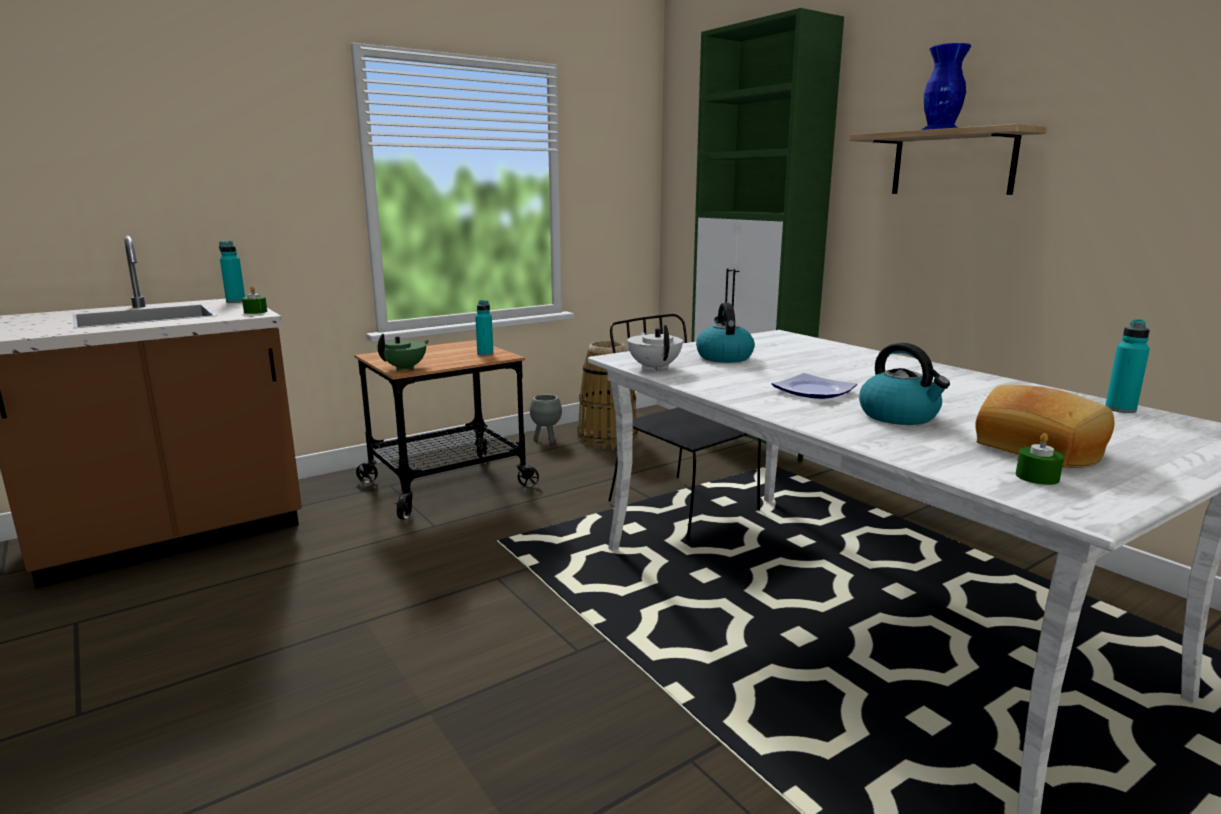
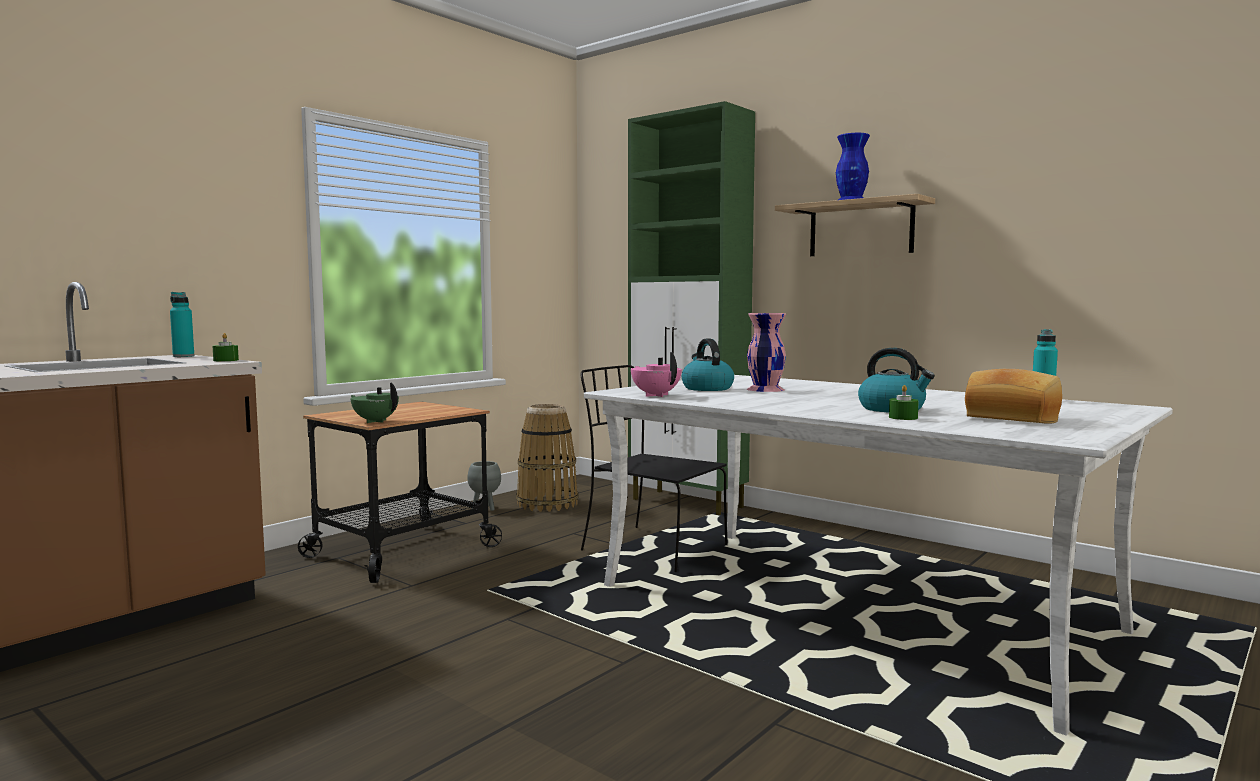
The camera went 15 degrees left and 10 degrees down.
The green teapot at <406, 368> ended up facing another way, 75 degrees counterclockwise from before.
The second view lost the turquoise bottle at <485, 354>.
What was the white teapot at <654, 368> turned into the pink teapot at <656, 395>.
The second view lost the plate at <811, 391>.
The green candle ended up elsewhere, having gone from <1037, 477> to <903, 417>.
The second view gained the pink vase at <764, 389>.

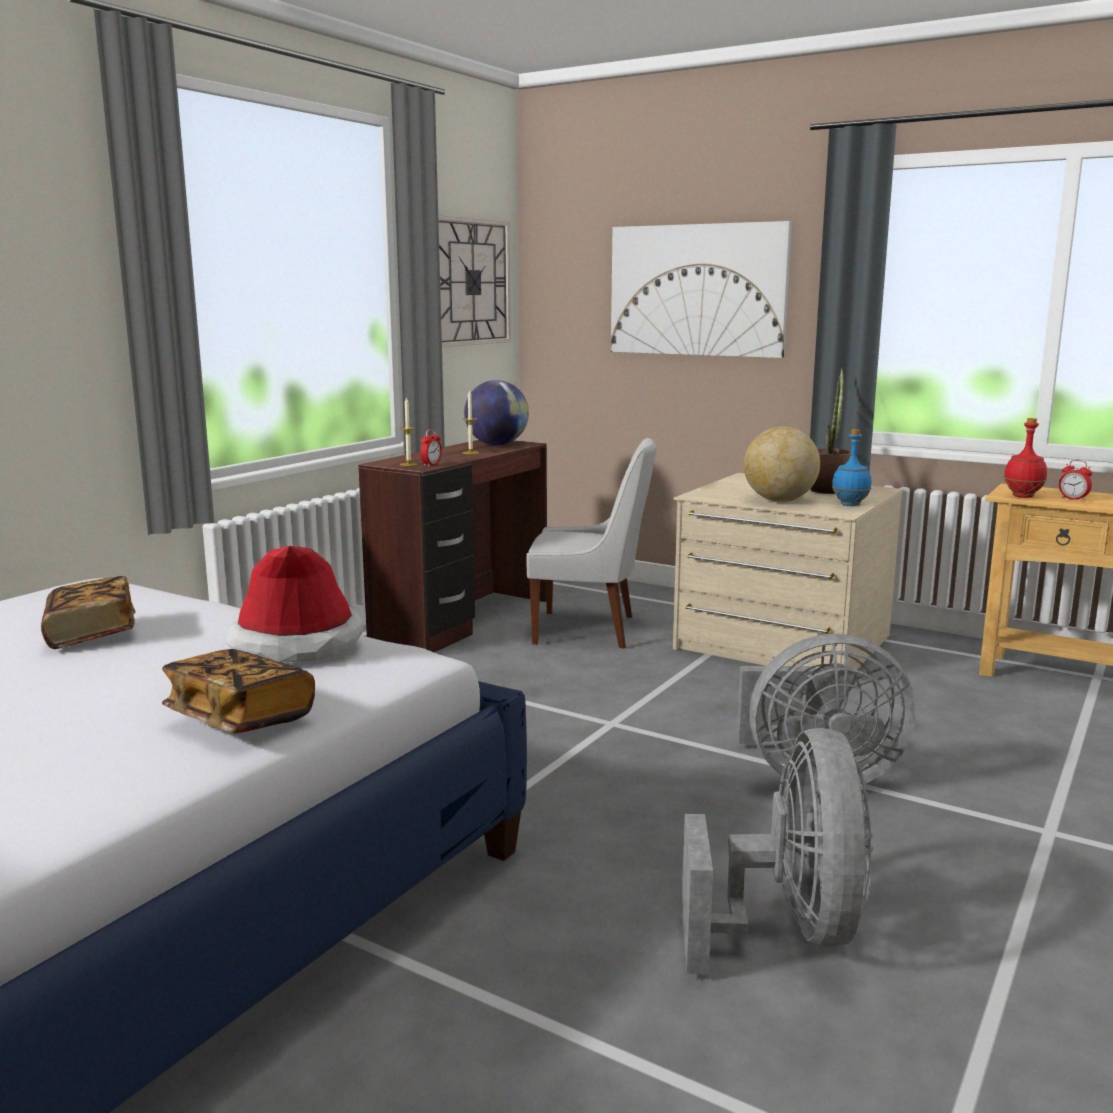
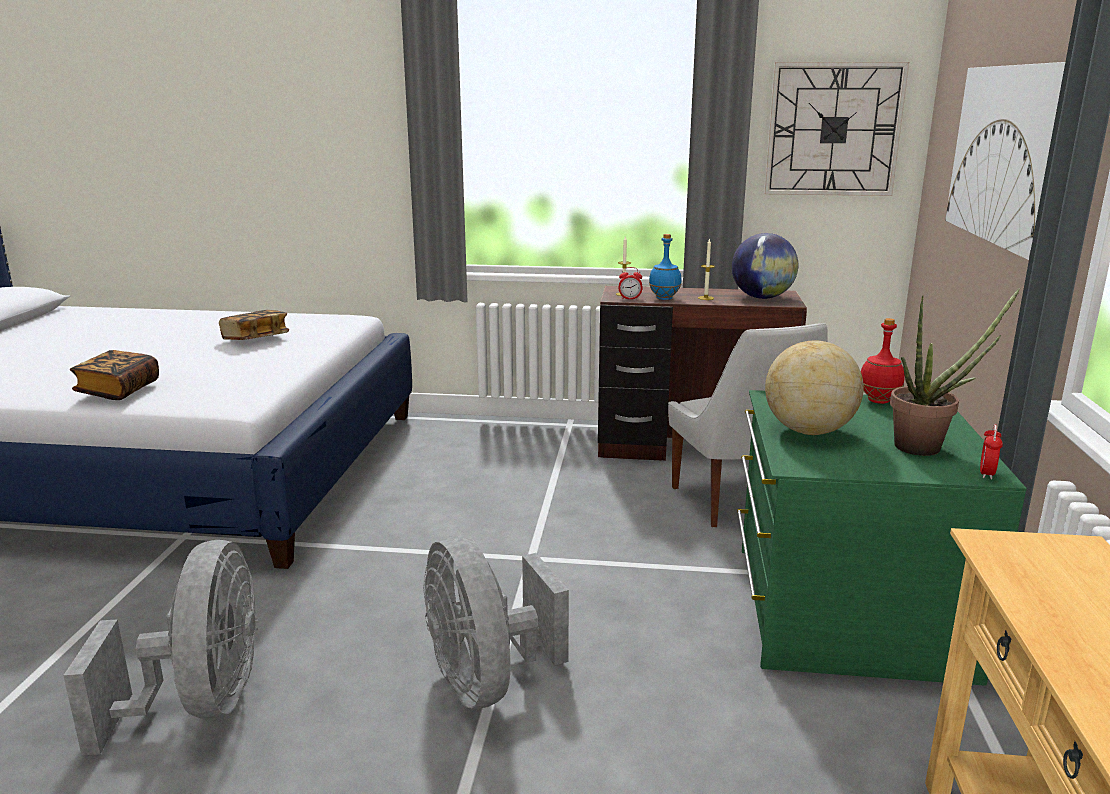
The camera went 65 degrees right and 5 degrees up.
The second view lost the hat at <297, 644>.
What was the beige dresser at <781, 643> turned into the green dresser at <843, 609>.
The grey fan at <789, 930> ended up facing another way, 75 degrees counterclockwise from before.
The blue bottle ended up elsewhere, having gone from <850, 505> to <664, 298>.
The red bottle ended up elsewhere, having gone from <1023, 496> to <879, 401>.
The alarm clock ended up elsewhere, having gone from <1073, 499> to <986, 474>.

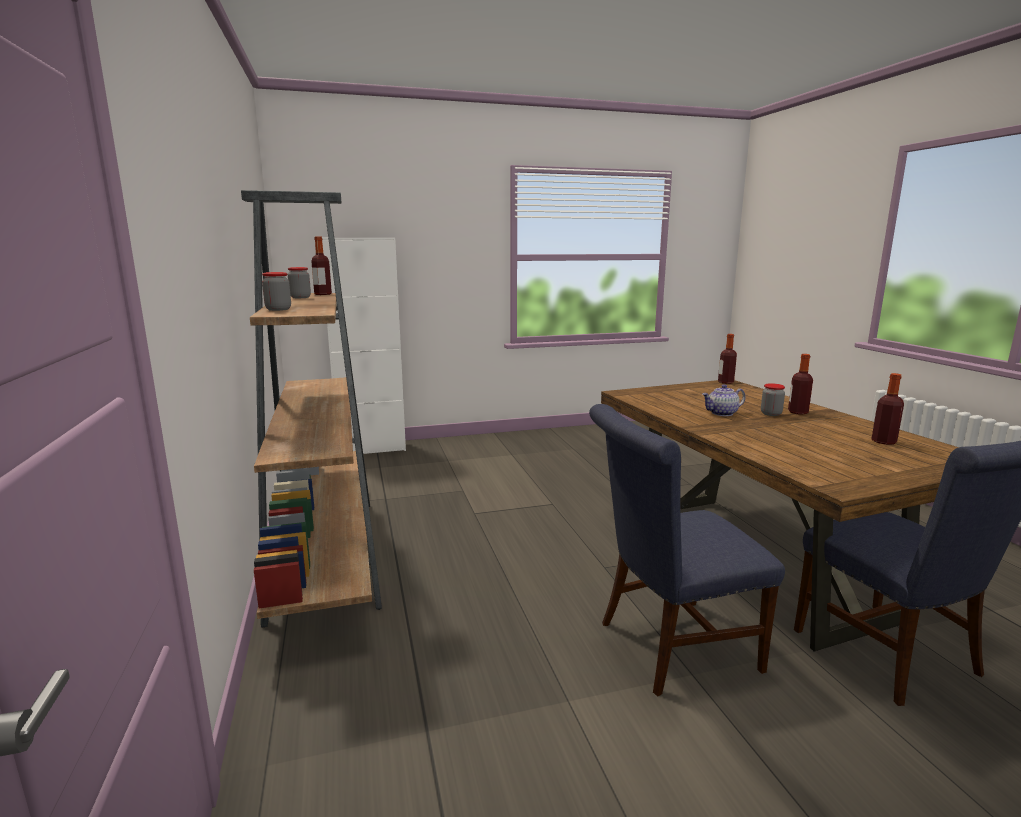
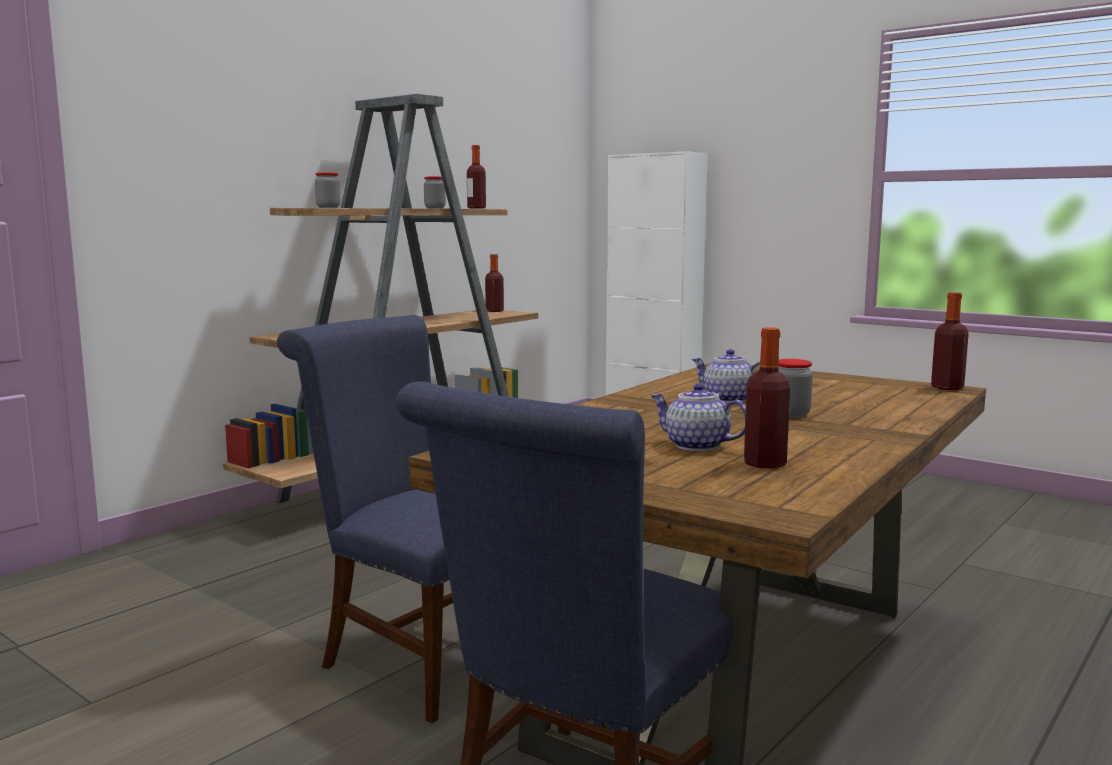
The camera went 55 degrees right and 5 degrees down.
The bottle ended up elsewhere, having gone from <797, 412> to <494, 311>.
The second view gained the teapot at <696, 446>.

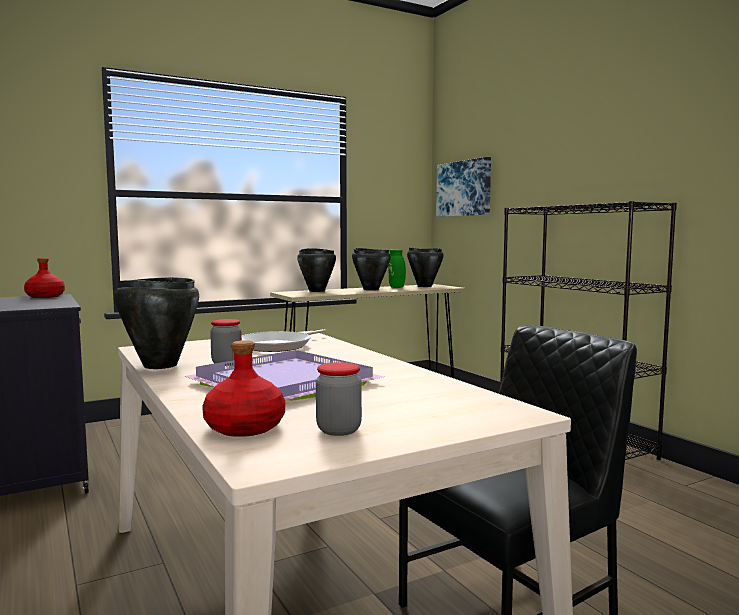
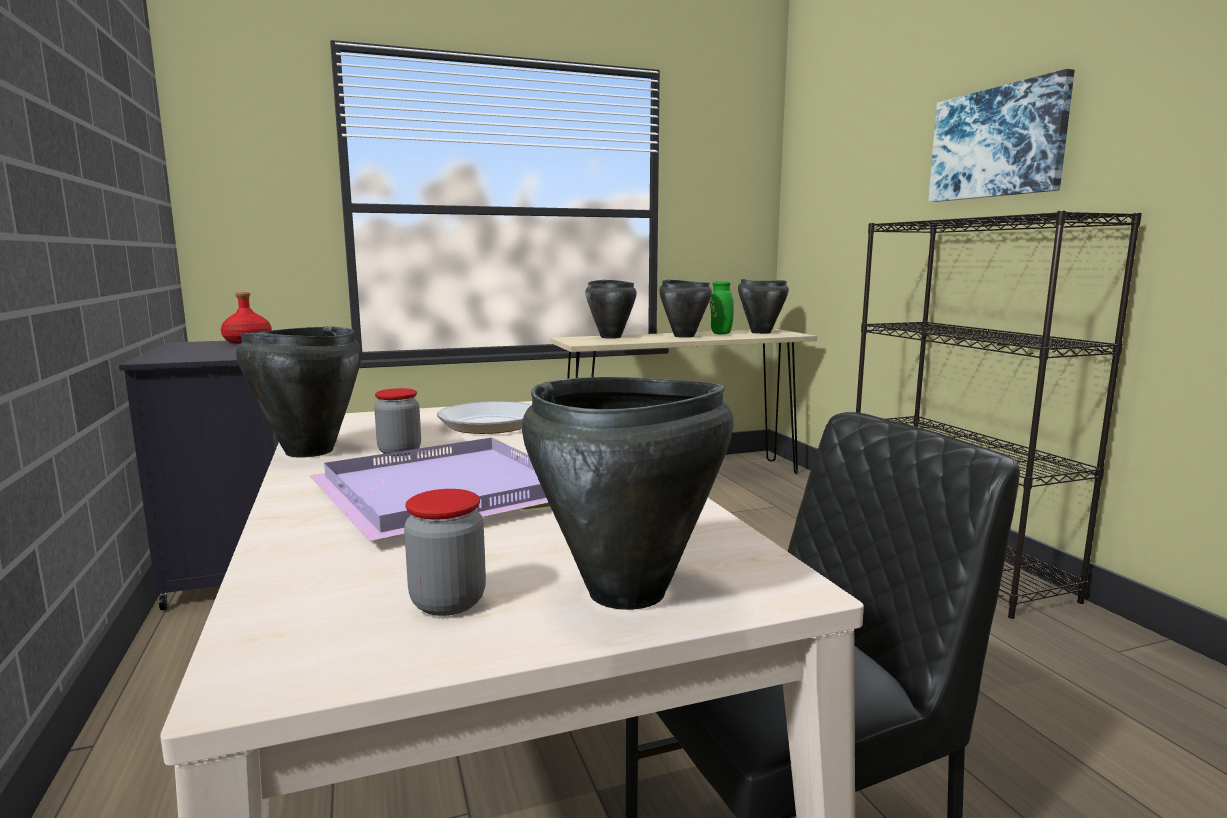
The camera went 10 degrees right and 5 degrees up.
The second view lost the red bottle at <244, 427>.
The picture ended up elsewhere, having gone from <464, 188> to <997, 143>.
The second view gained the black cooking pot at <627, 592>.

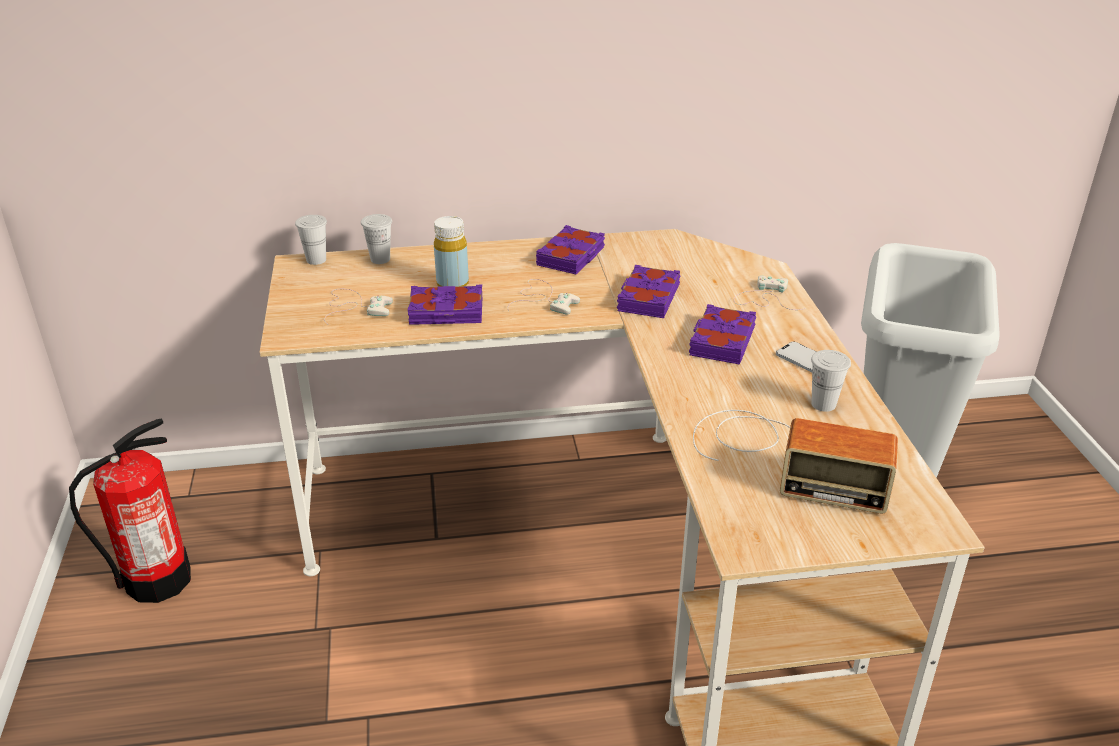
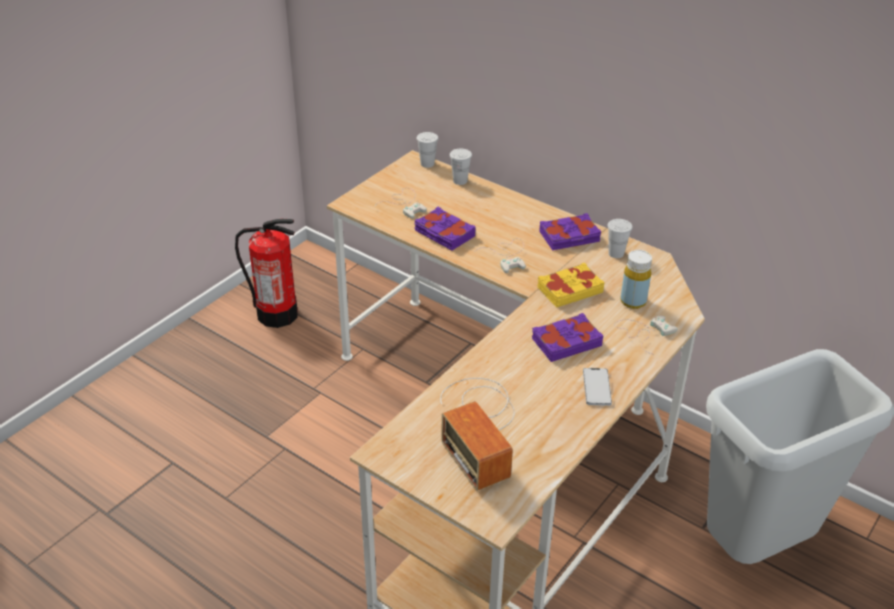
The camera went 45 degrees right and 5 degrees up.
The yellow bottle ended up elsewhere, having gone from <452, 284> to <633, 301>.
What was the purple book at <647, 298> turned into the yellow book at <569, 289>.
The white cup ended up elsewhere, having gone from <823, 404> to <616, 253>.

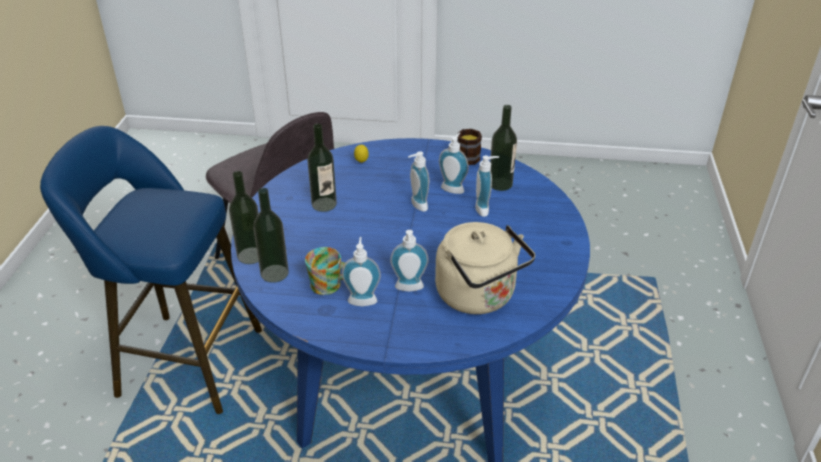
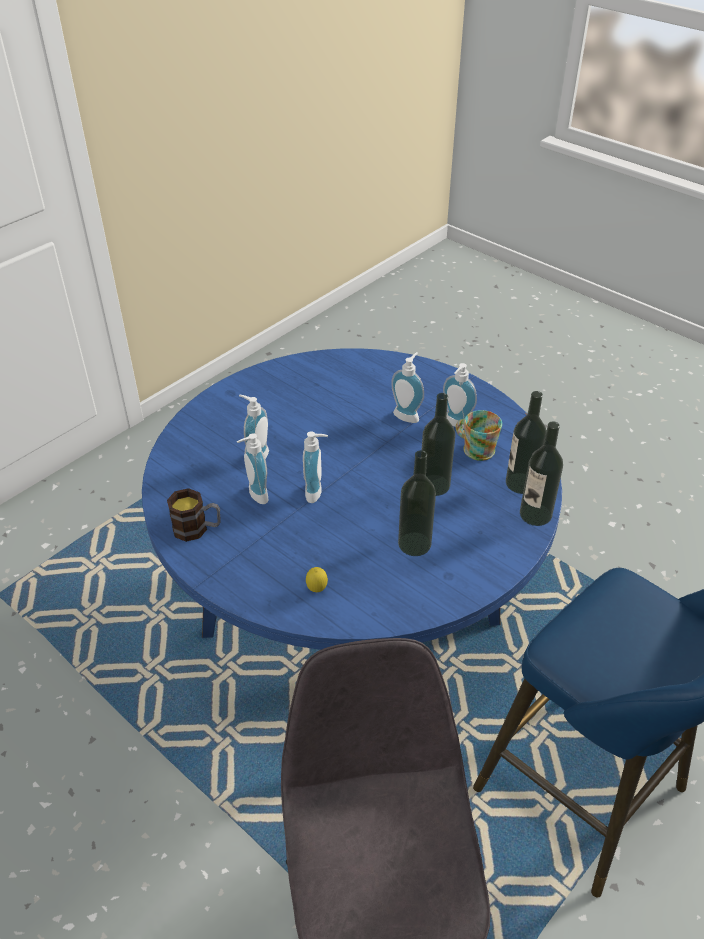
The camera went 145 degrees left and 5 degrees up.
The second view lost the beige kettle at <479, 297>.
The bottle ended up elsewhere, having gone from <500, 184> to <434, 485>.

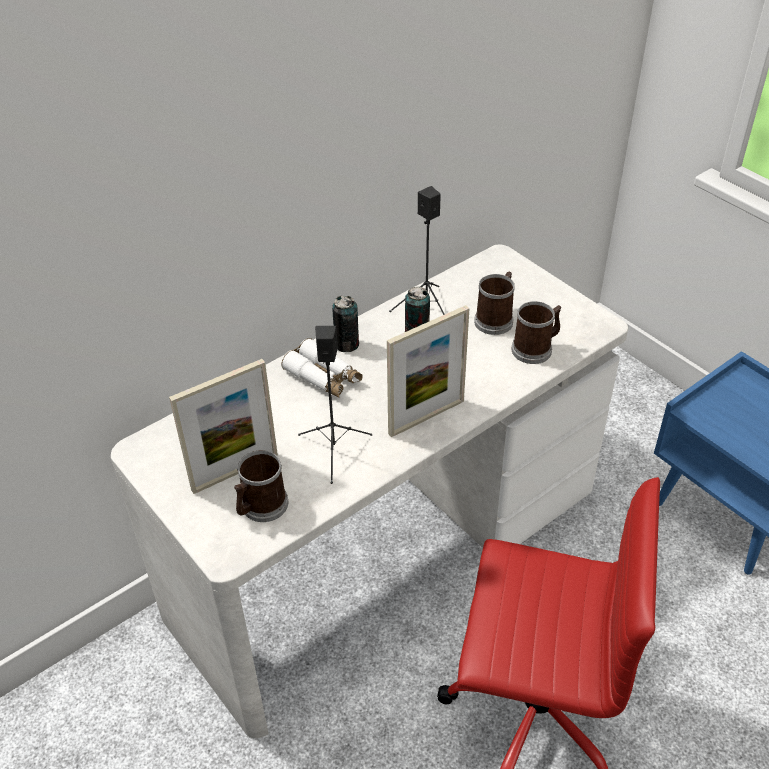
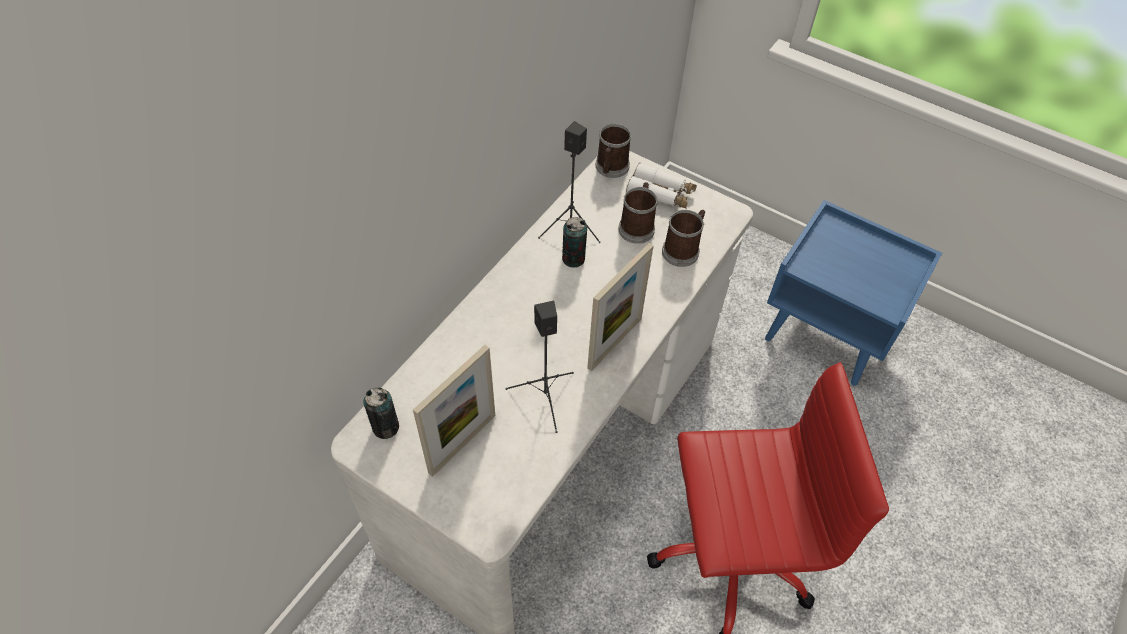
The camera went 20 degrees left and 10 degrees up.
The mug ended up elsewhere, having gone from <261, 507> to <611, 168>.
The white binoculars ended up elsewhere, having gone from <323, 377> to <660, 193>.
The can ended up elsewhere, having gone from <347, 344> to <386, 427>.

